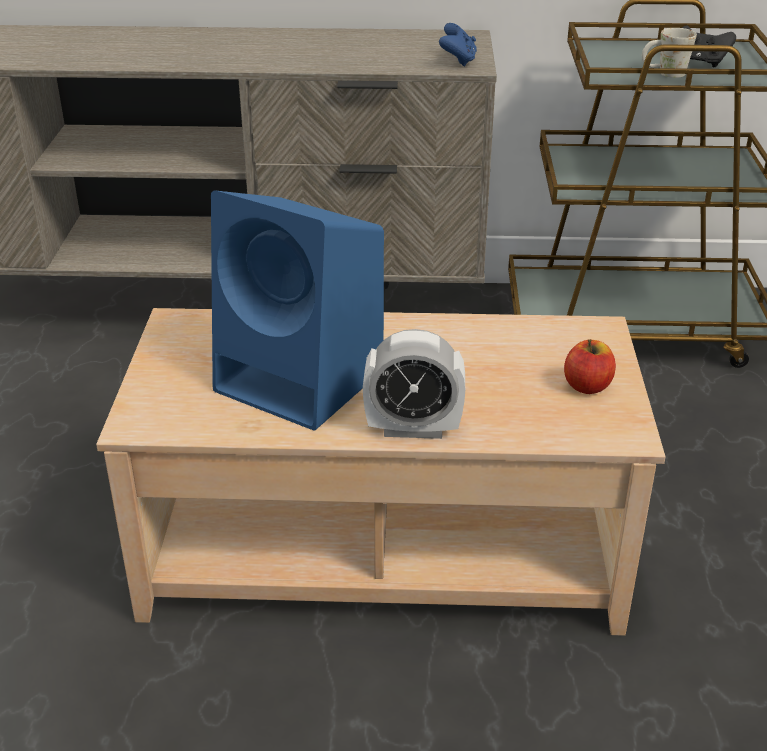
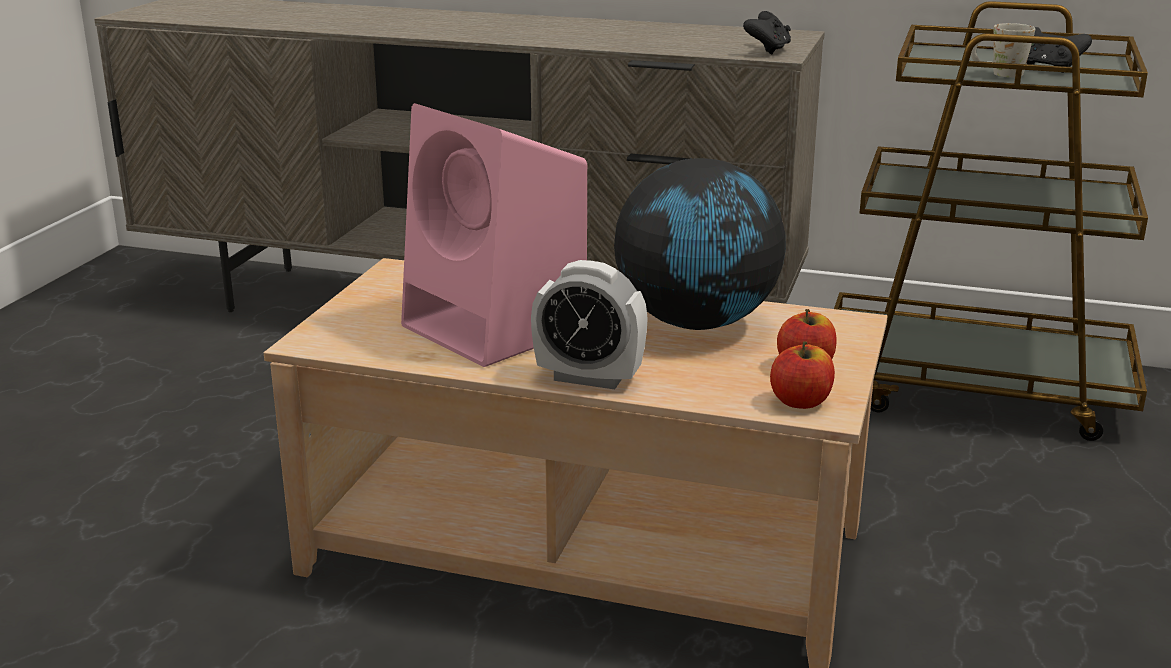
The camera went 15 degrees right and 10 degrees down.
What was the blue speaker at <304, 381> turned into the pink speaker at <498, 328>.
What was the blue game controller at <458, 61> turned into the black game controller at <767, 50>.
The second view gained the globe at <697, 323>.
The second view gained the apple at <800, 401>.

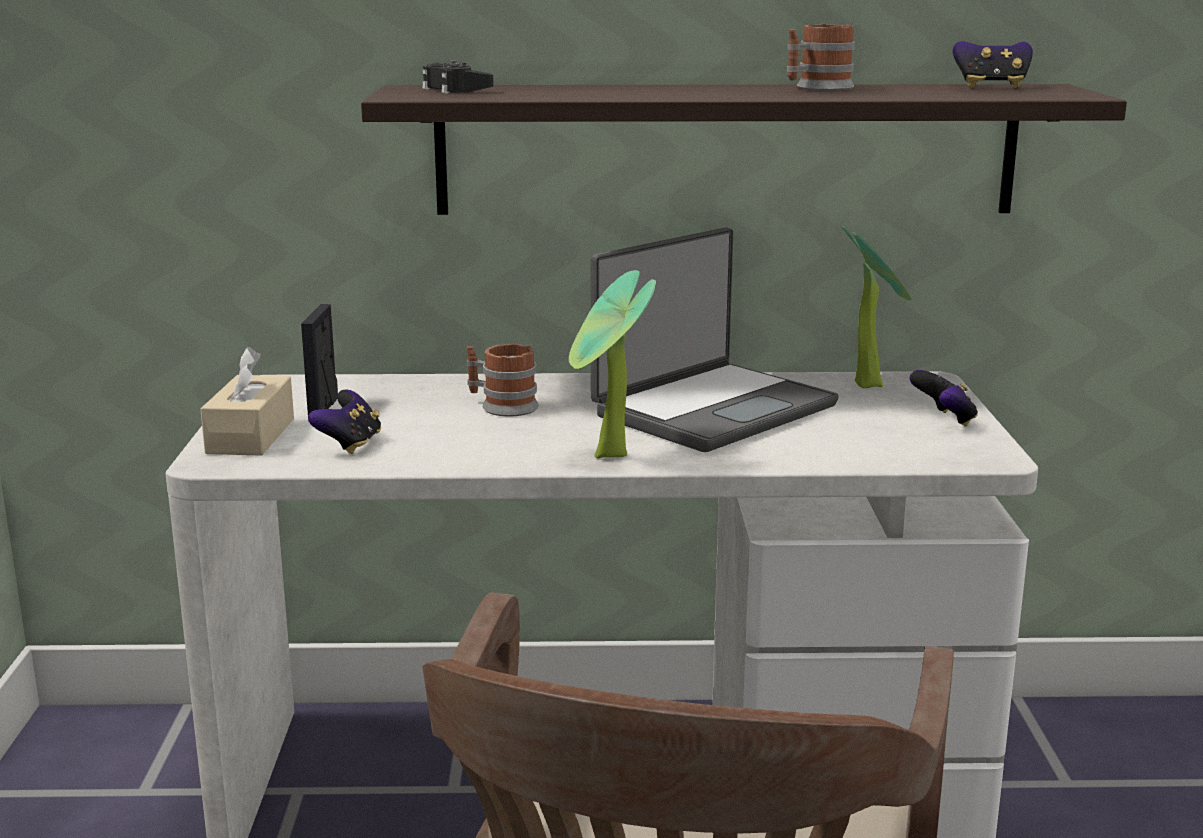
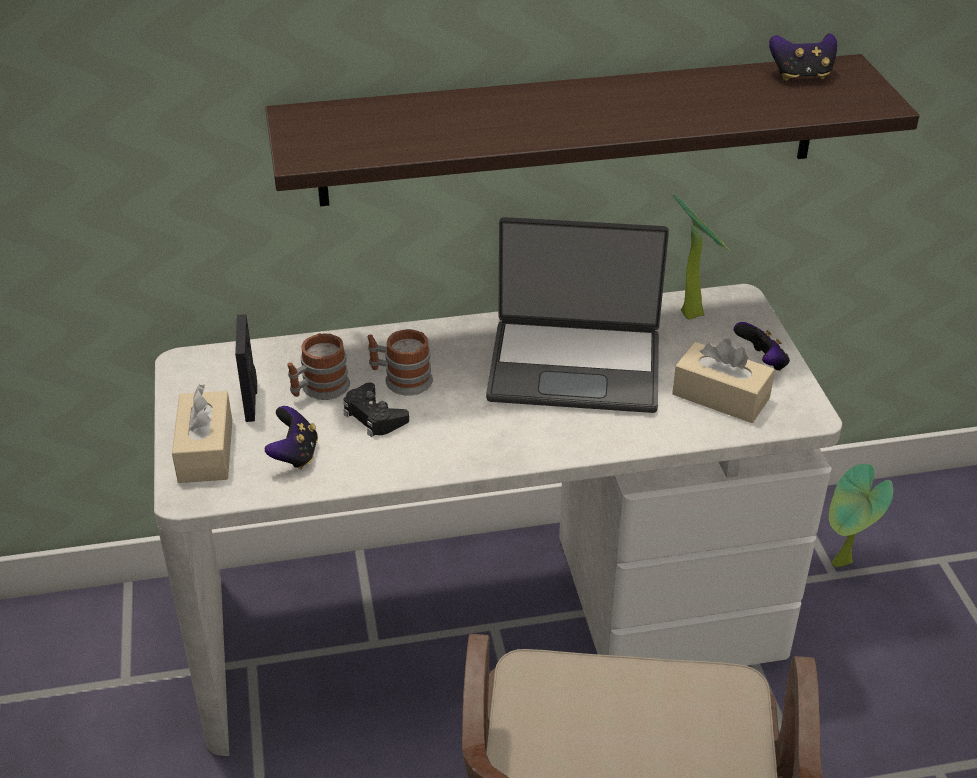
The camera went 10 degrees left and 20 degrees up.
The black game controller ended up elsewhere, having gone from <455, 89> to <374, 416>.
The potted plant ended up elsewhere, having gone from <608, 458> to <842, 565>.
The laptop at <712, 409> ended up facing another way, 60 degrees clockwise from before.
The mug ended up elsewhere, having gone from <817, 88> to <319, 389>.
The second view gained the beige tissue box at <720, 396>.

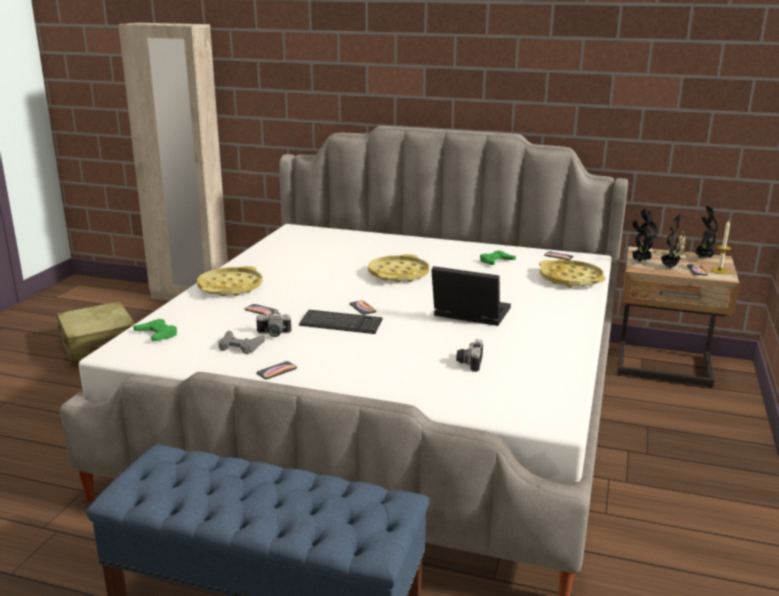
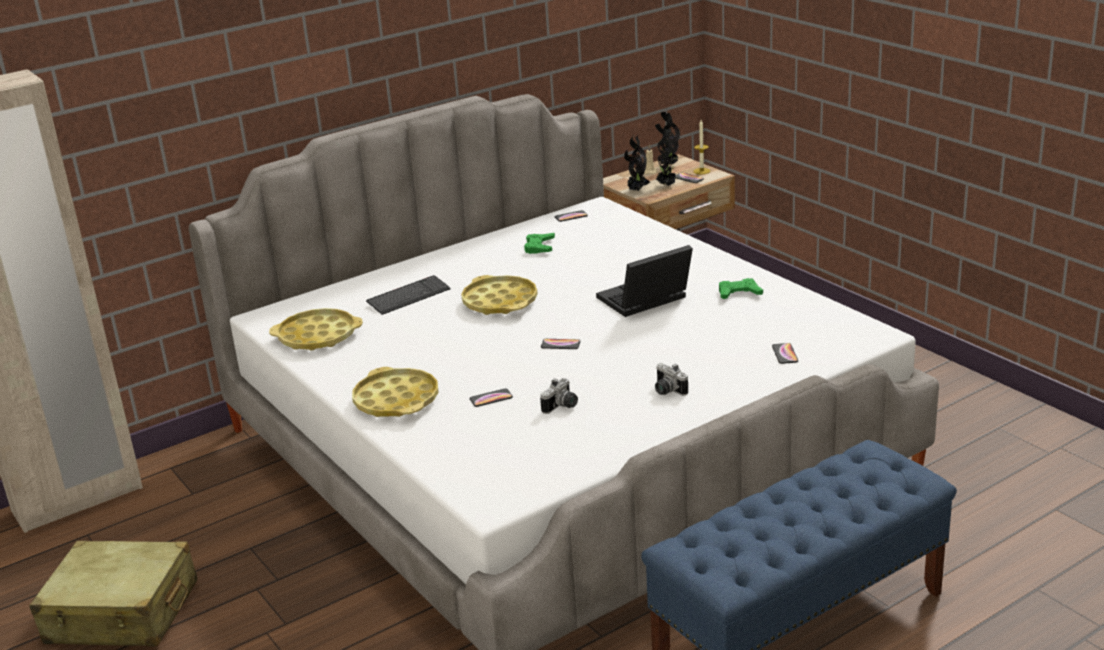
The camera went 50 degrees left and 5 degrees up.
The green game controller ended up elsewhere, having gone from <157, 334> to <739, 293>.
The second view lost the grey game controller at <240, 346>.
The phone ended up elsewhere, having gone from <277, 371> to <785, 354>.
The keyboard ended up elsewhere, having gone from <341, 324> to <408, 297>.
The photo camera ended up elsewhere, having gone from <469, 363> to <667, 391>.
The yellow tray ended up elsewhere, having gone from <570, 279> to <317, 336>.

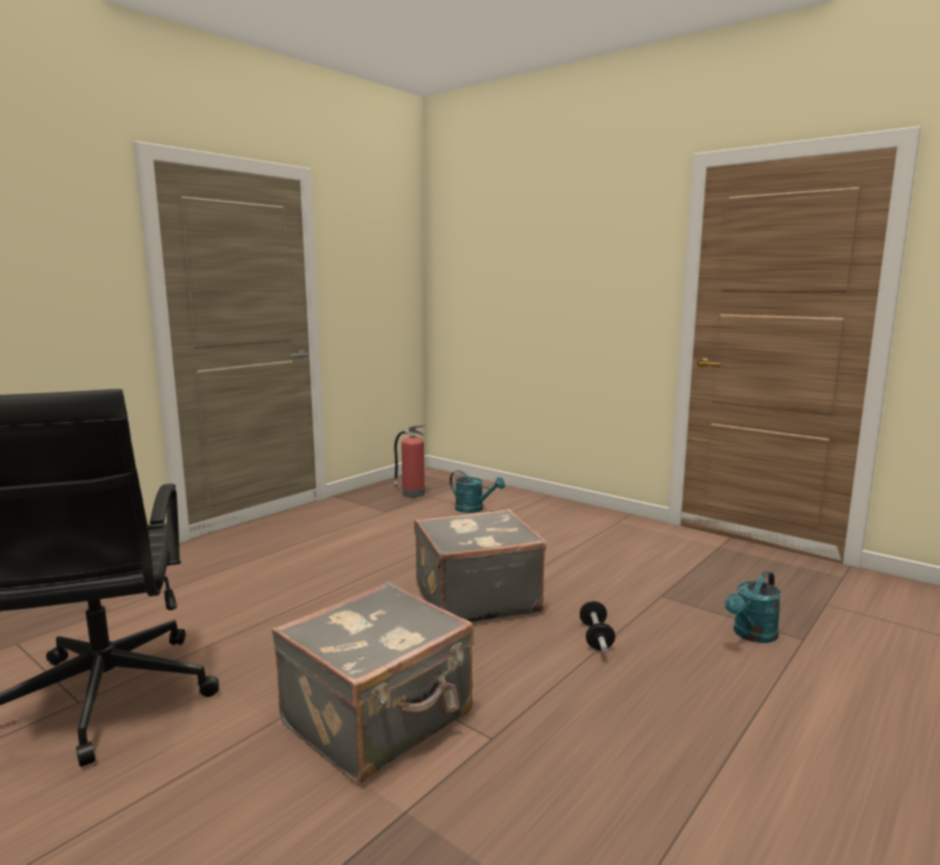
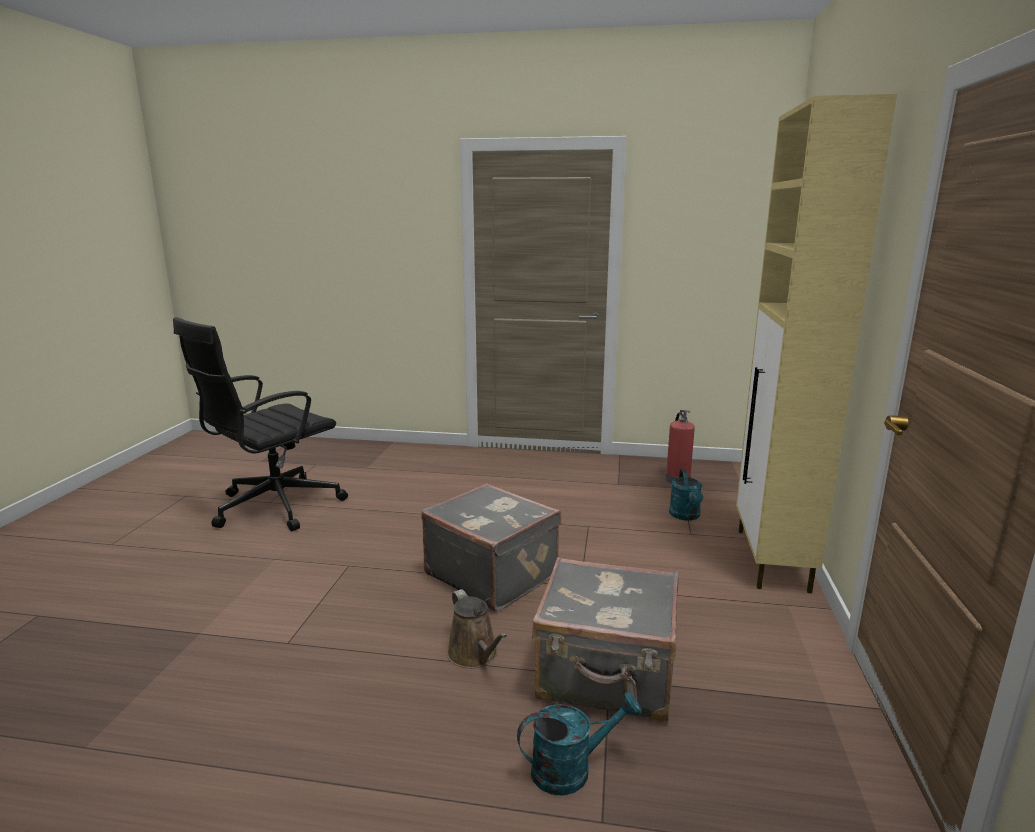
The camera went 60 degrees right and 5 degrees up.
The grey suitcase ended up elsewhere, having gone from <379, 720> to <607, 676>.
Where the dumbbell stood at <596, 637>, the brown watering can came to stand at <475, 655>.
The turquoise watering can at <751, 635> ended up facing another way, 150 degrees clockwise from before.
The second view gained the beige cabinet at <771, 560>.

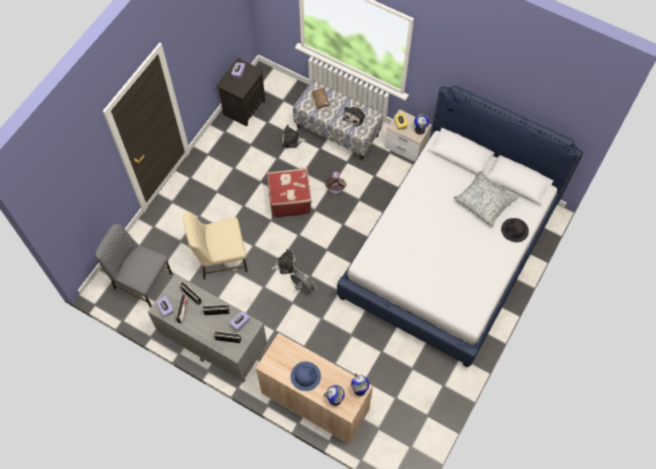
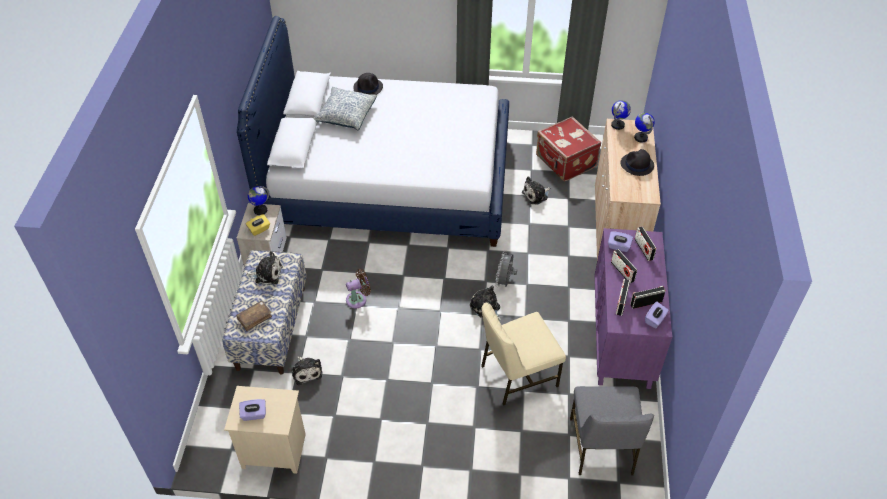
The camera went 115 degrees left and 15 degrees down.
What was the grey dresser at <213, 342> turned into the purple dresser at <622, 336>.
The beige chair at <220, 258> ended up facing another way, 105 degrees clockwise from before.
What was the black nightstand at <244, 107> turned into the beige nightstand at <272, 452>.
The red suitcase ended up elsewhere, having gone from <289, 199> to <565, 162>.
What was the blue hat at <305, 376> turned into the black hat at <637, 165>.
The second view gained the plush toy at <536, 195>.

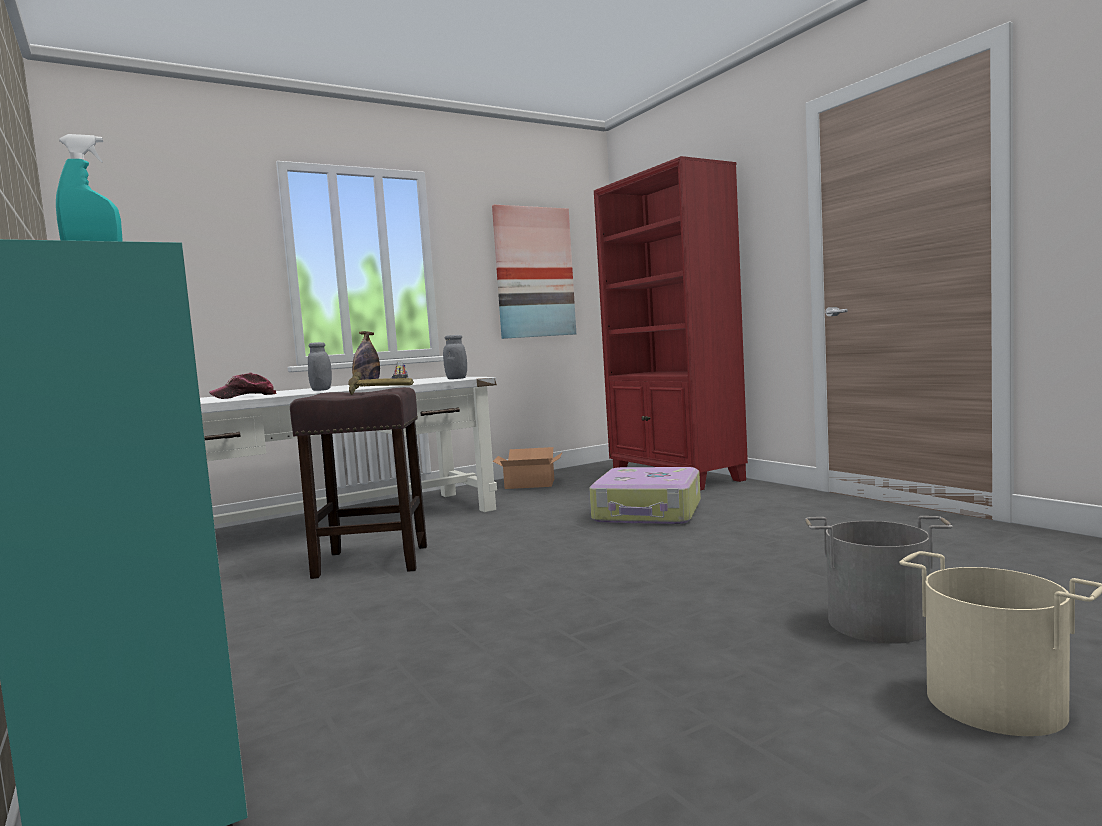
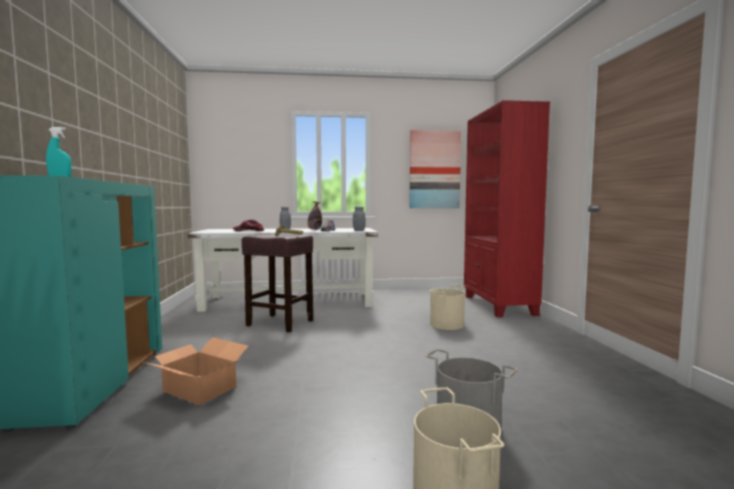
The camera went 25 degrees right and 0 degrees up.
The cardboard box ended up elsewhere, having gone from <529, 484> to <200, 389>.
Where the suitcase stood at <648, 512>, the beige bucket came to stand at <447, 325>.

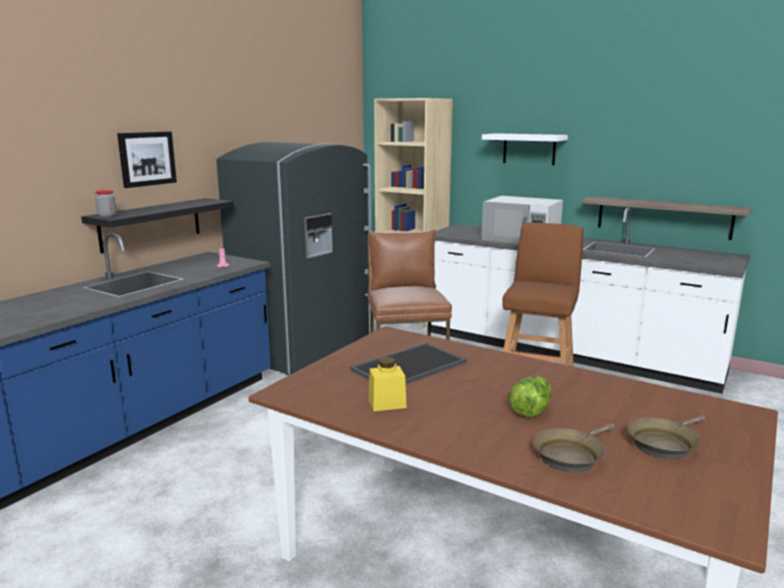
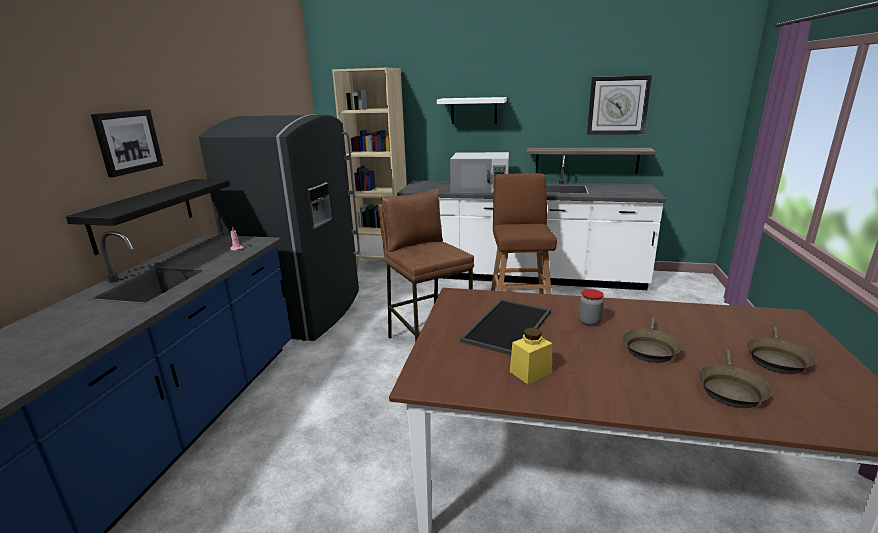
The camera went 20 degrees left and 5 degrees up.
The jar ended up elsewhere, having gone from <107, 216> to <589, 322>.
Where the lettuce stood at <530, 409>, the brown frying pan came to stand at <649, 349>.
The second view gained the wall clock at <618, 105>.

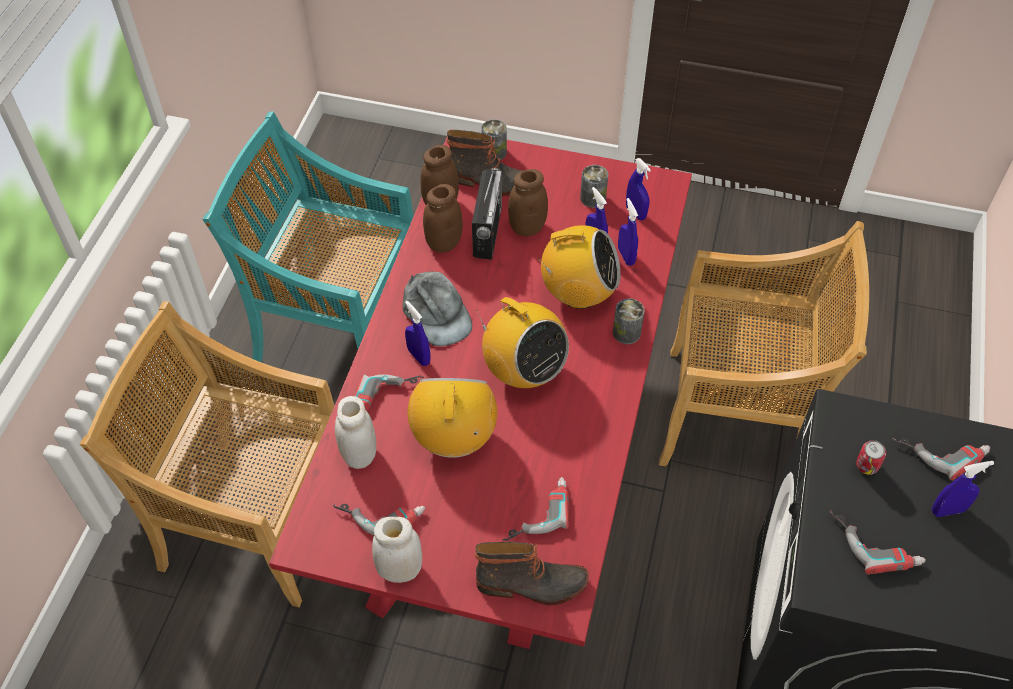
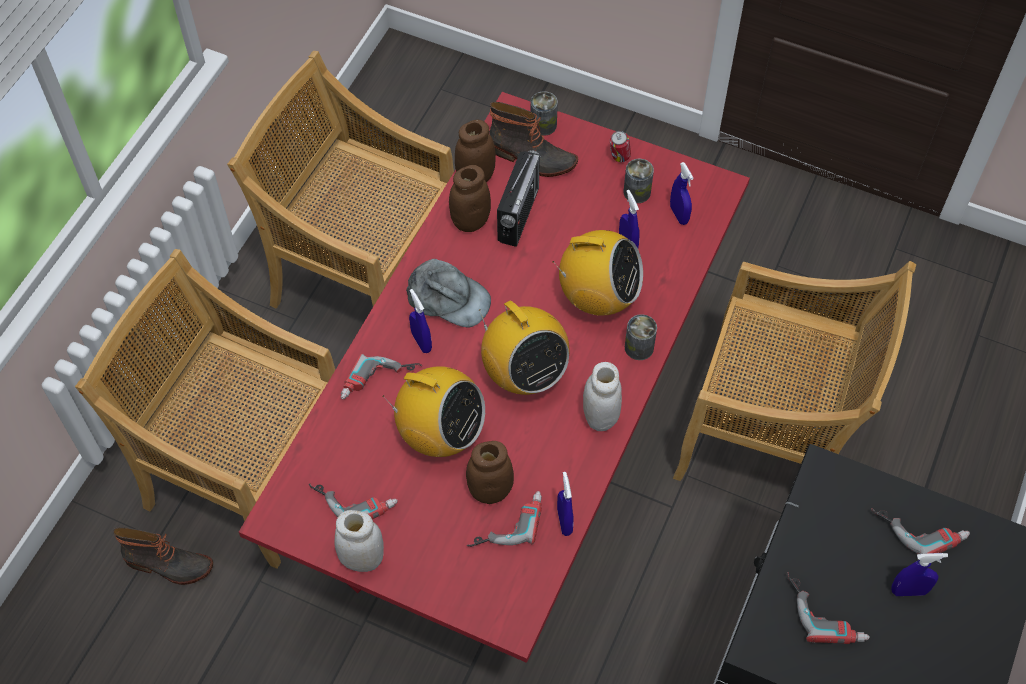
The camera went 10 degrees right and 5 degrees up.
What was the turquoise chair at <337, 326> turned into the beige chair at <363, 276>.
The white jar ended up elsewhere, having gone from <359, 454> to <600, 417>.
The grey cap at <436, 314> ended up facing another way, 45 degrees counterclockwise from before.
The radio at <454, 438> ended up facing another way, 105 degrees clockwise from before.
The boot ended up elsewhere, having gone from <531, 585> to <169, 565>.
The brown jar ended up elsewhere, having gone from <527, 227> to <490, 490>.
The blue spray bottle ended up elsewhere, having gone from <626, 256> to <564, 521>.
The can ended up elsewhere, having gone from <865, 468> to <619, 157>.

